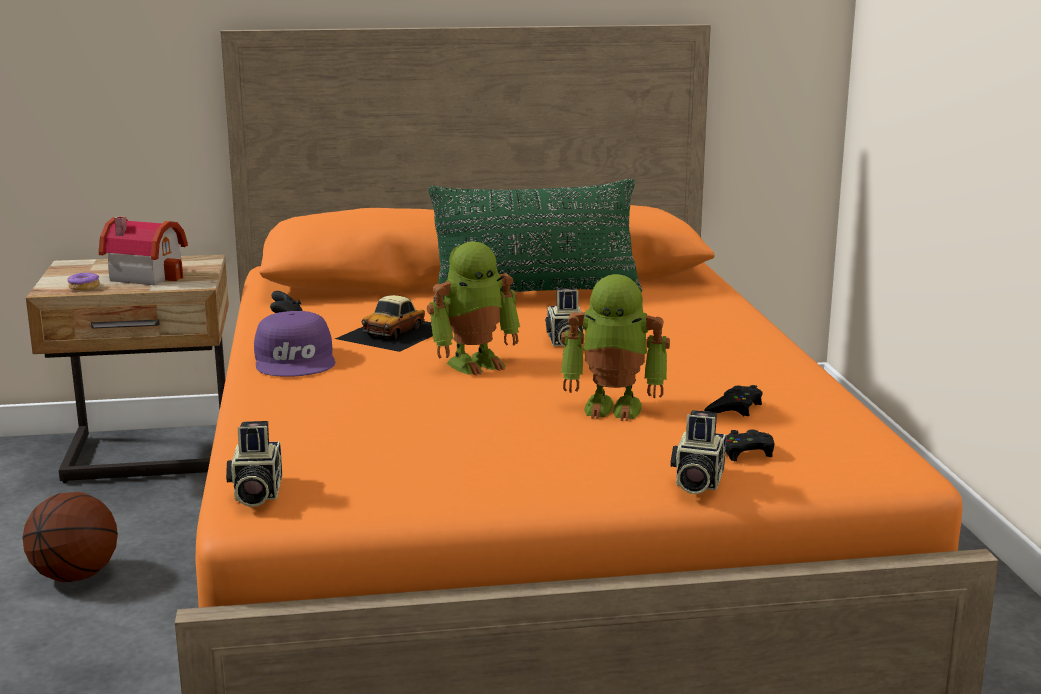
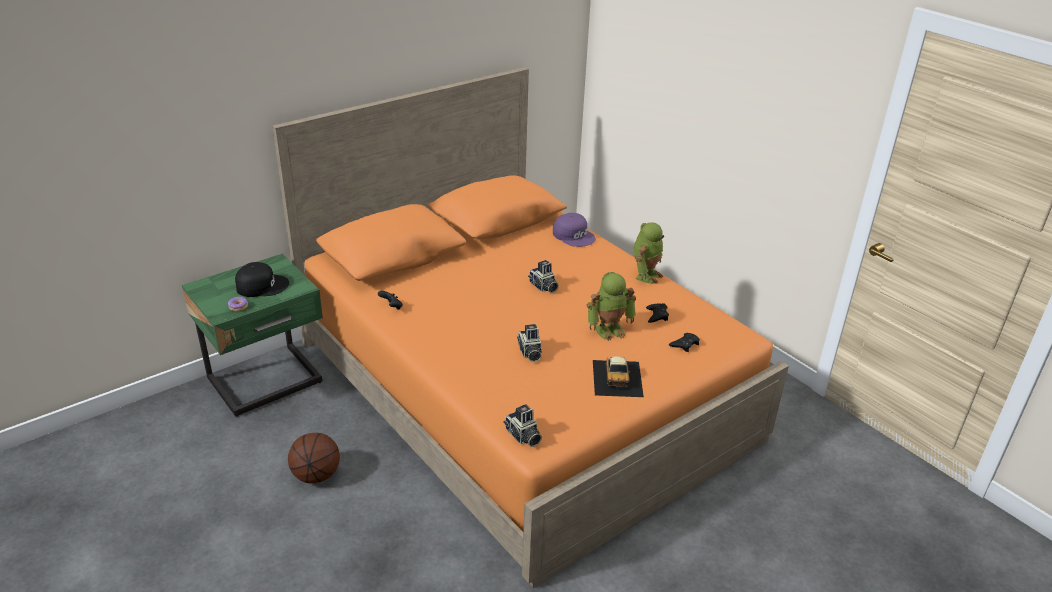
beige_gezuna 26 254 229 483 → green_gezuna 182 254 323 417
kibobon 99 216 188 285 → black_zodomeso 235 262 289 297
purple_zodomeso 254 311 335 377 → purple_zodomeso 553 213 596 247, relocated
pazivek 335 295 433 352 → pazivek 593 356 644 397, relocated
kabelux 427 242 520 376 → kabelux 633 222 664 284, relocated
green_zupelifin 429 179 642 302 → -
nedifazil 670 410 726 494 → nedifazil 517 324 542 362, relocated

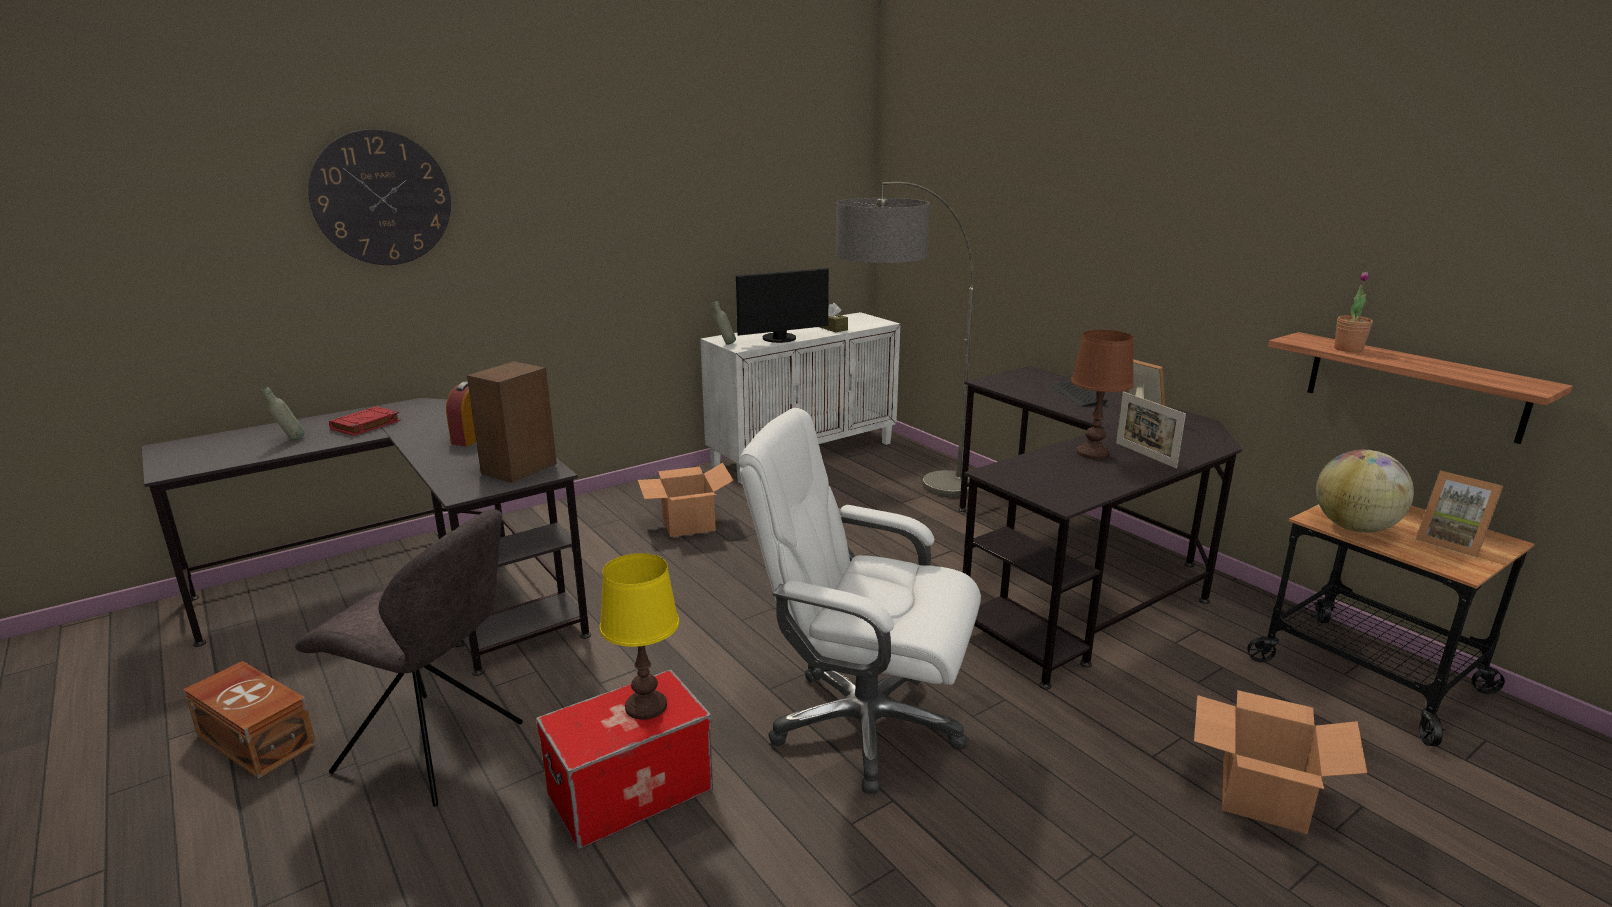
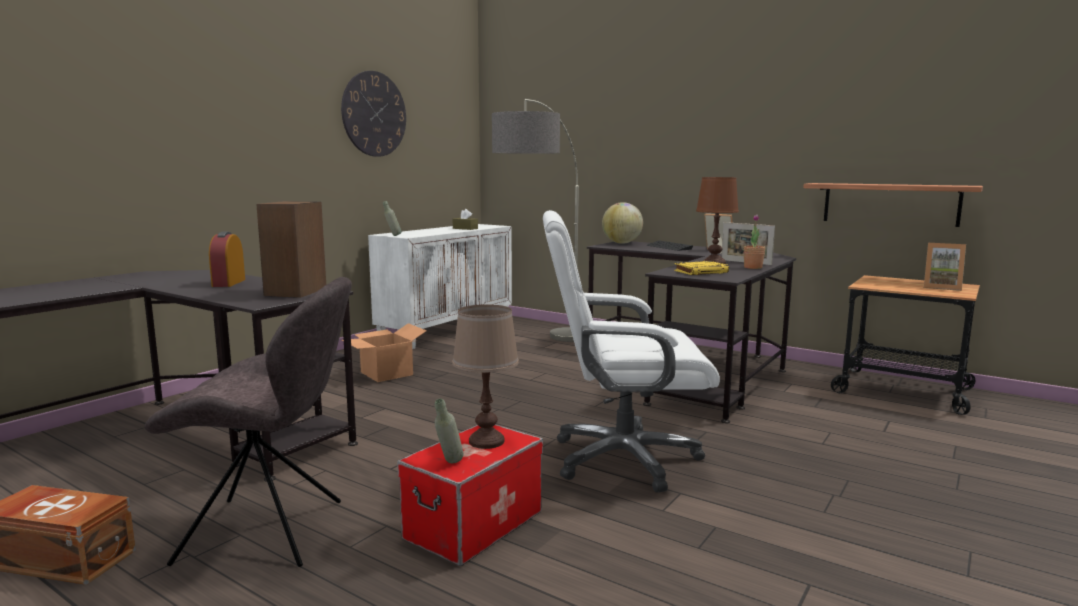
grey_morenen 261 387 305 440 → grey_morenen 434 398 464 463, relocated
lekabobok 308 129 451 265 → lekabobok 341 71 406 157, relocated
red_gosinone 329 406 401 436 → -
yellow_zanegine 599 553 679 720 → brown_zanegine 452 304 519 449
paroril 736 268 829 343 → -
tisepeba 1194 690 1367 834 → -
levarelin 1316 450 1414 533 → levarelin 602 202 643 244, relocated
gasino 1334 272 1373 352 → gasino 744 214 765 269, relocated
- → yellow_gosinone 674 261 729 275

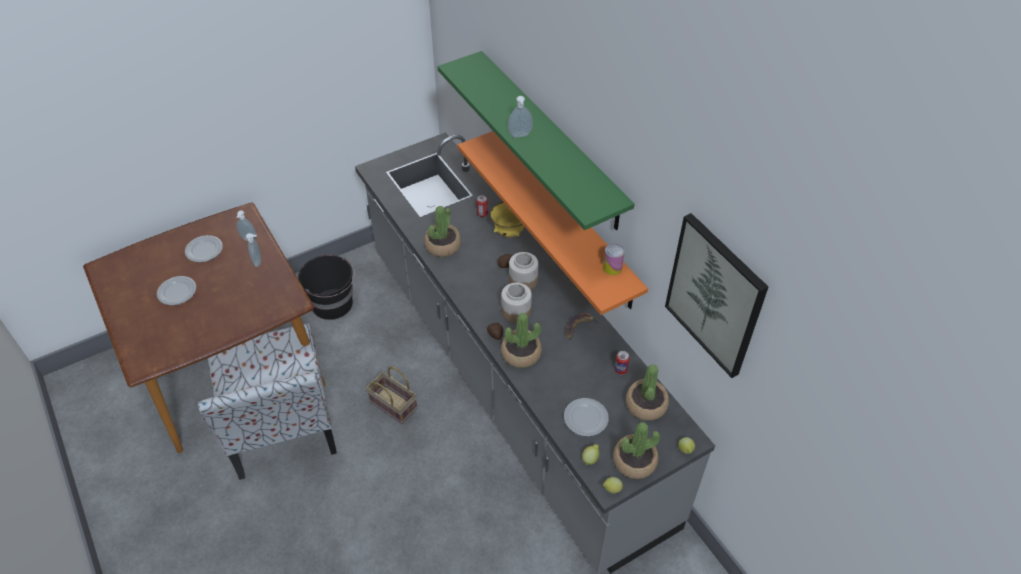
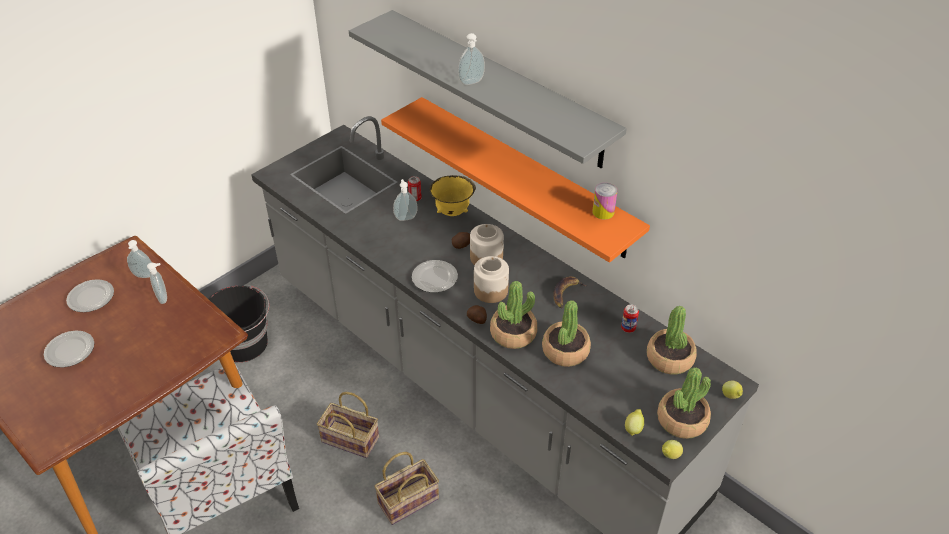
gasino 424 206 461 257 → gasino 542 300 591 367, relocated
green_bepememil 438 51 635 230 → grey_bepememil 349 10 627 168
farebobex 564 398 609 436 → farebobex 412 260 458 293, relocated
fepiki 665 213 768 378 → -
- → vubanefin 374 452 439 525
- → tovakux 393 179 418 221

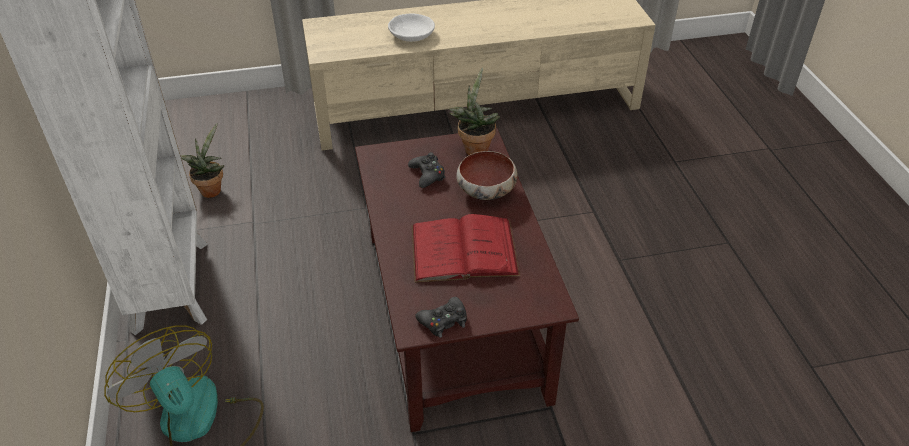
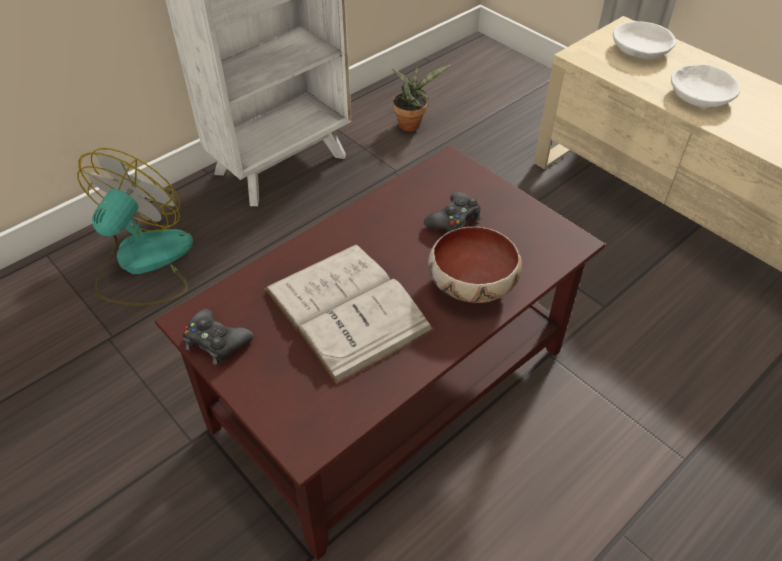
red_gosinone 412 214 520 283 → white_gosinone 265 245 434 384
gasino 449 68 500 155 → -
- → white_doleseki 613 21 676 59

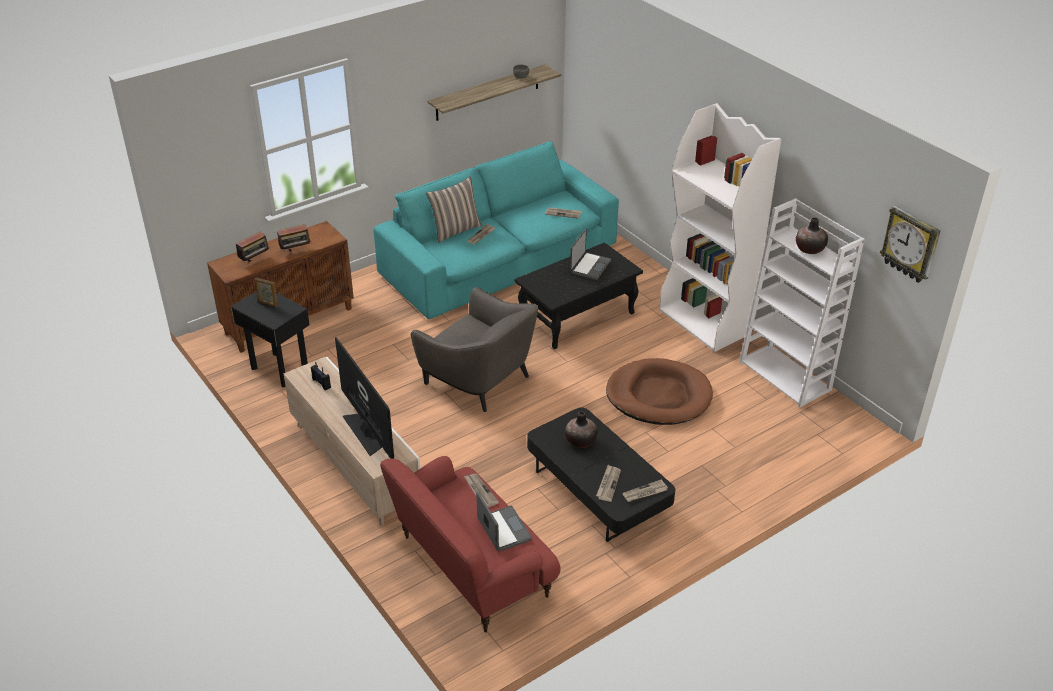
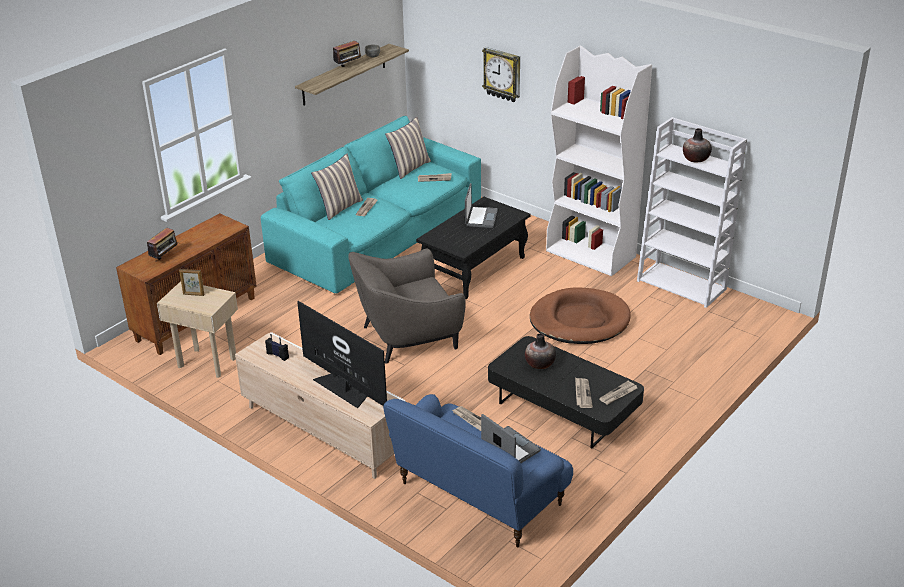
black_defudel 231 291 310 387 → beige_defudel 157 281 238 378
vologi 277 224 311 251 → vologi 333 41 361 67, relocated
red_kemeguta 380 456 560 632 → blue_kemeguta 383 394 573 548
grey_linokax 411 287 538 412 → grey_linokax 349 248 466 364, 135 degrees clockwise
lekabobok 880 205 941 283 → lekabobok 482 47 520 102, relocated
- → zupelifin 385 117 431 179

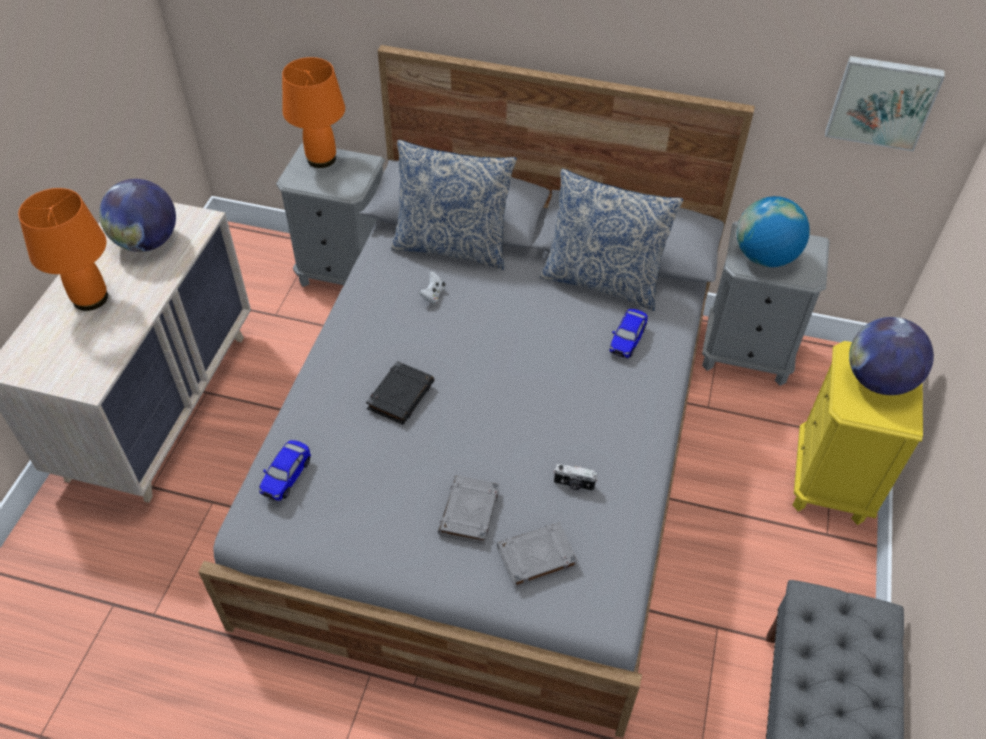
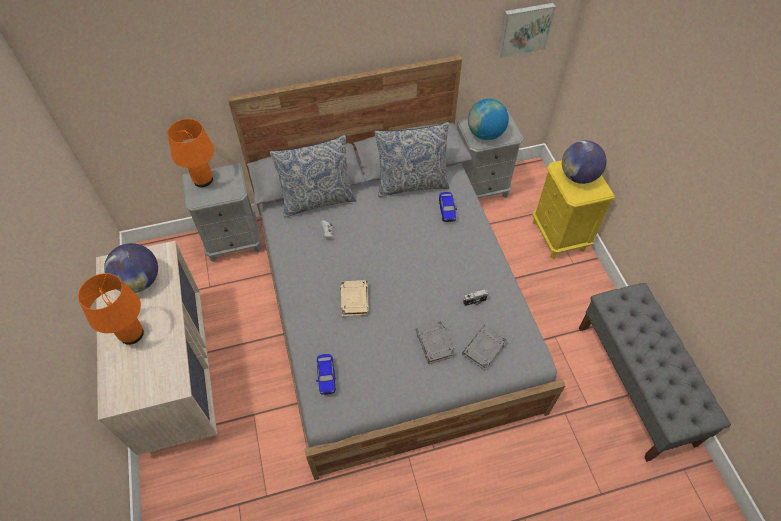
black_gosinone 366 361 434 424 → beige_gosinone 340 280 369 317

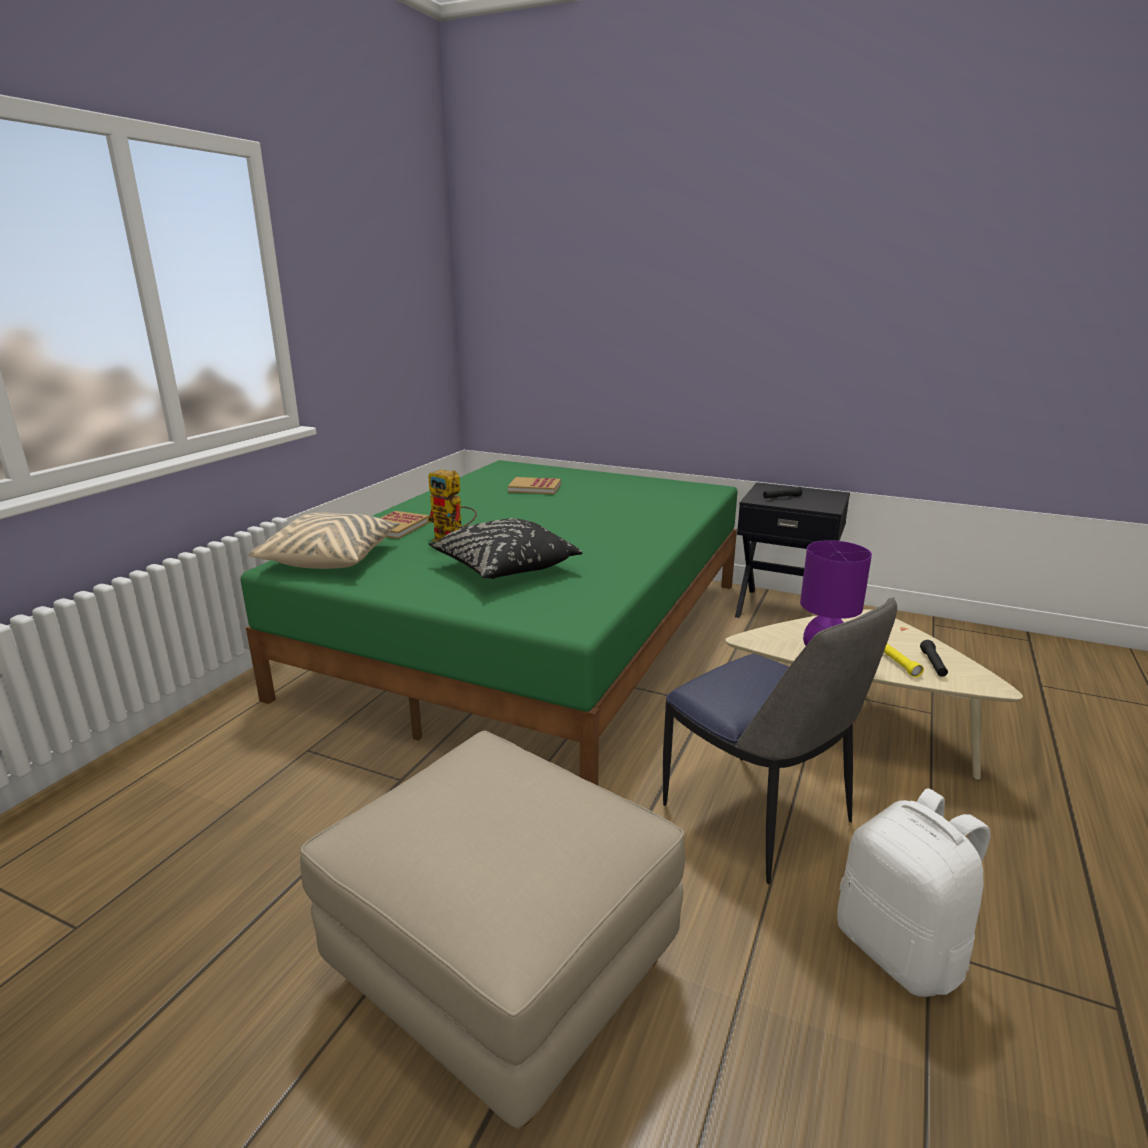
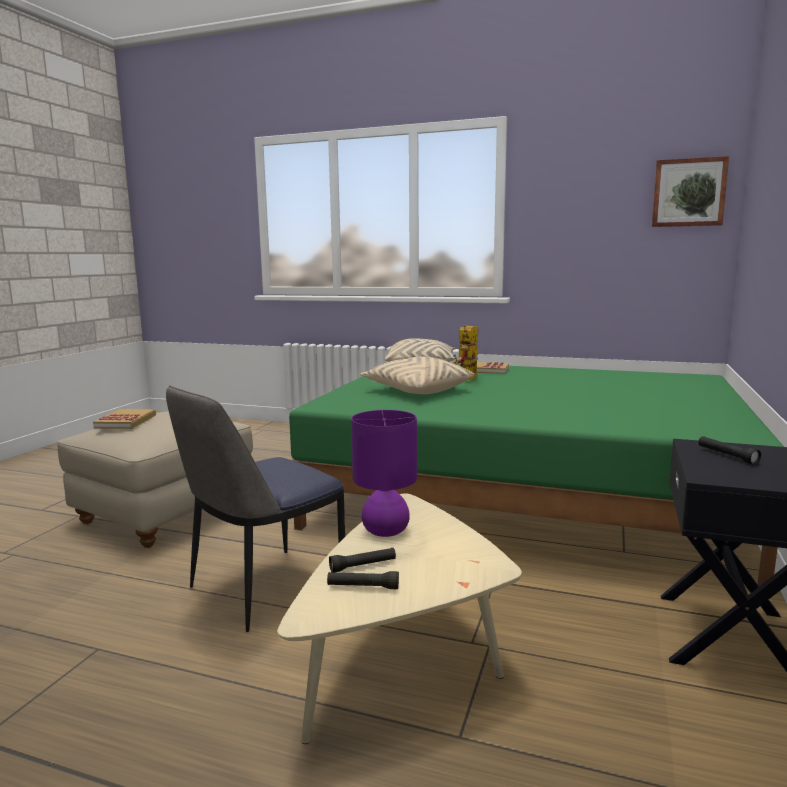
black_zupelifin 428 518 582 579 → beige_zupelifin 360 357 475 394
gosinone 508 477 561 494 → gosinone 93 409 156 429, relocated
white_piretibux 837 788 990 997 → -
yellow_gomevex 884 644 924 678 → black_gomevex 329 548 396 573
- → fepiki 652 156 729 227

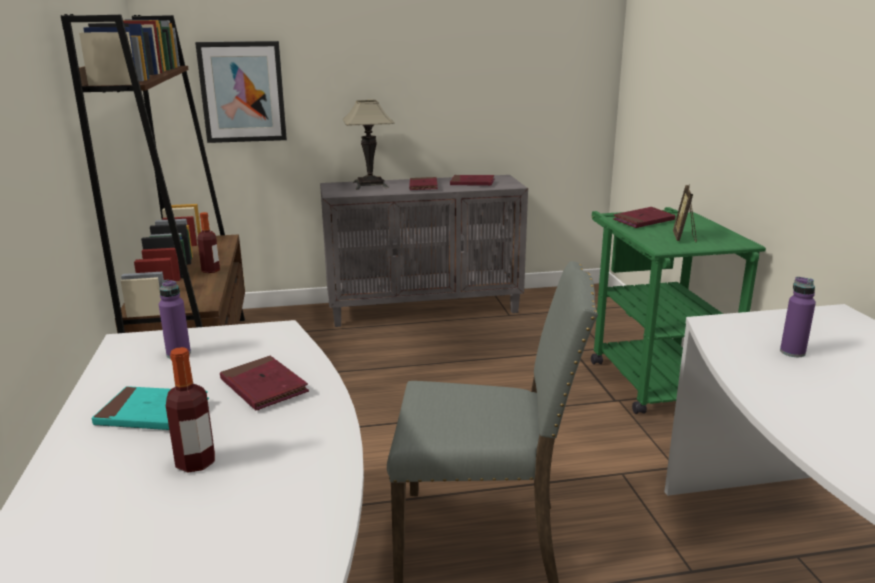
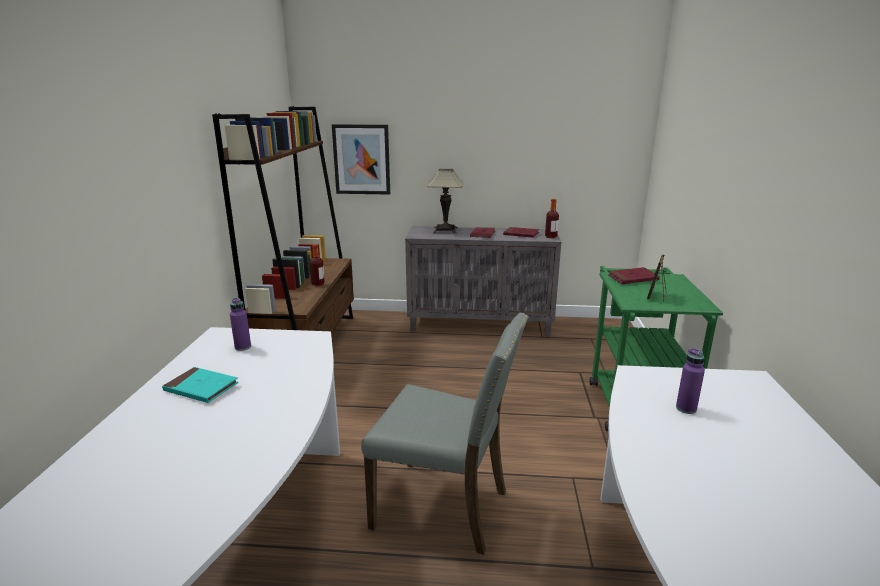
morenen 166 347 215 473 → morenen 545 199 559 238, relocated
red_gosinone 220 356 309 410 → -

